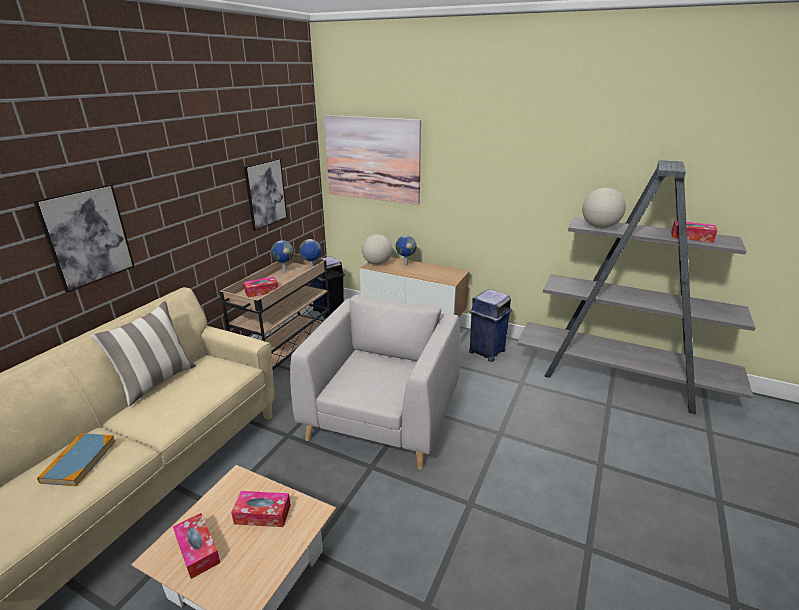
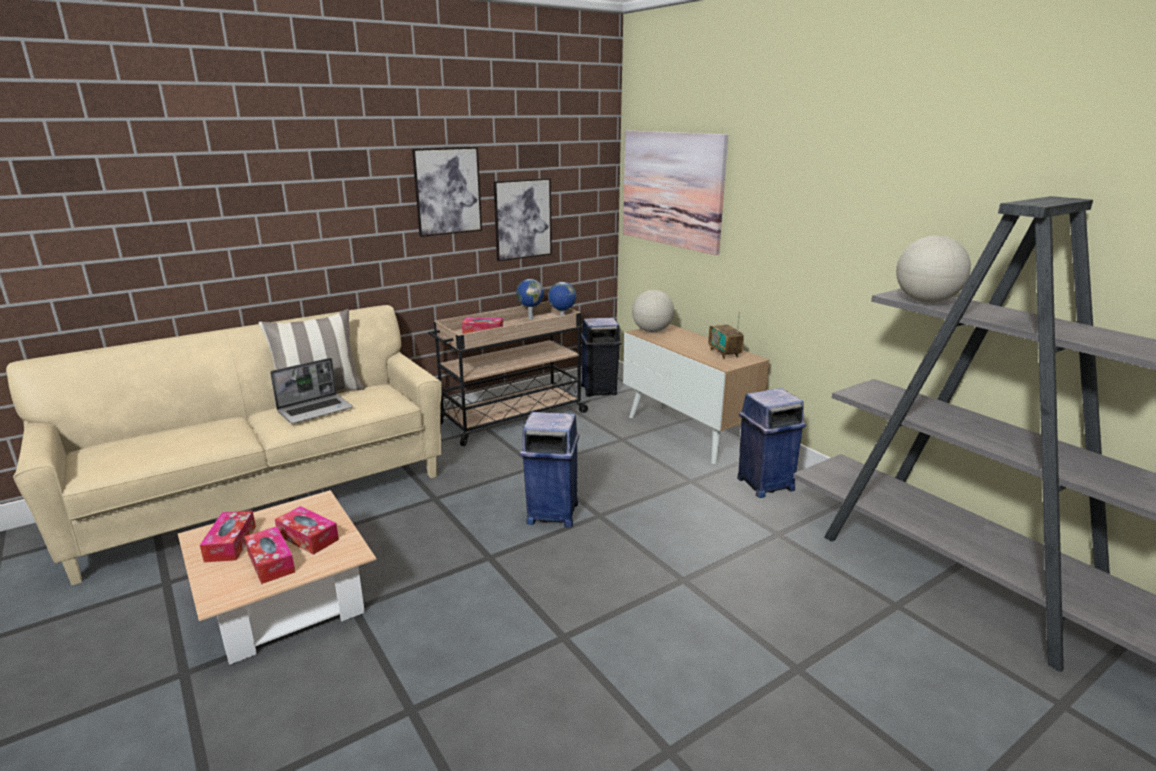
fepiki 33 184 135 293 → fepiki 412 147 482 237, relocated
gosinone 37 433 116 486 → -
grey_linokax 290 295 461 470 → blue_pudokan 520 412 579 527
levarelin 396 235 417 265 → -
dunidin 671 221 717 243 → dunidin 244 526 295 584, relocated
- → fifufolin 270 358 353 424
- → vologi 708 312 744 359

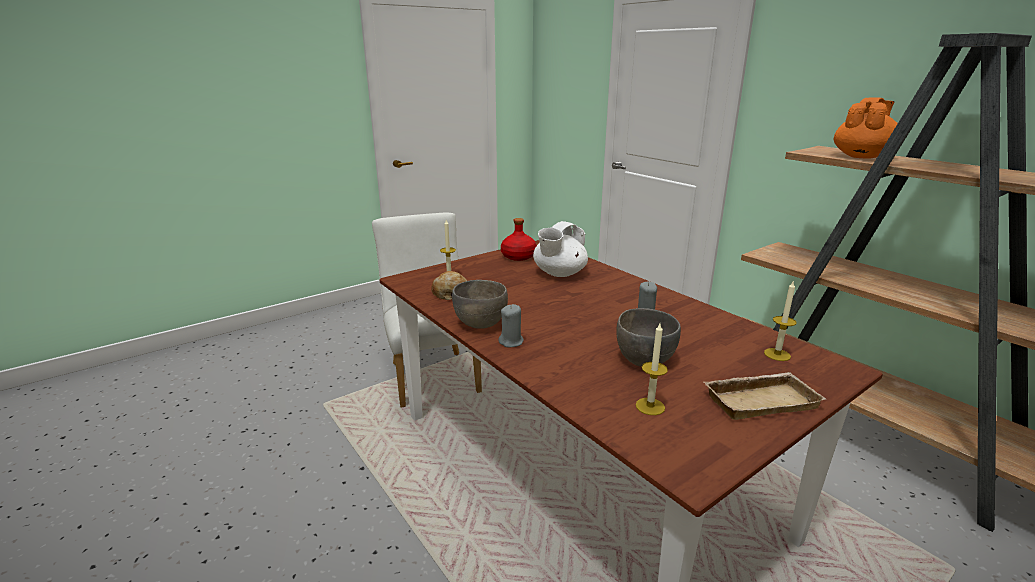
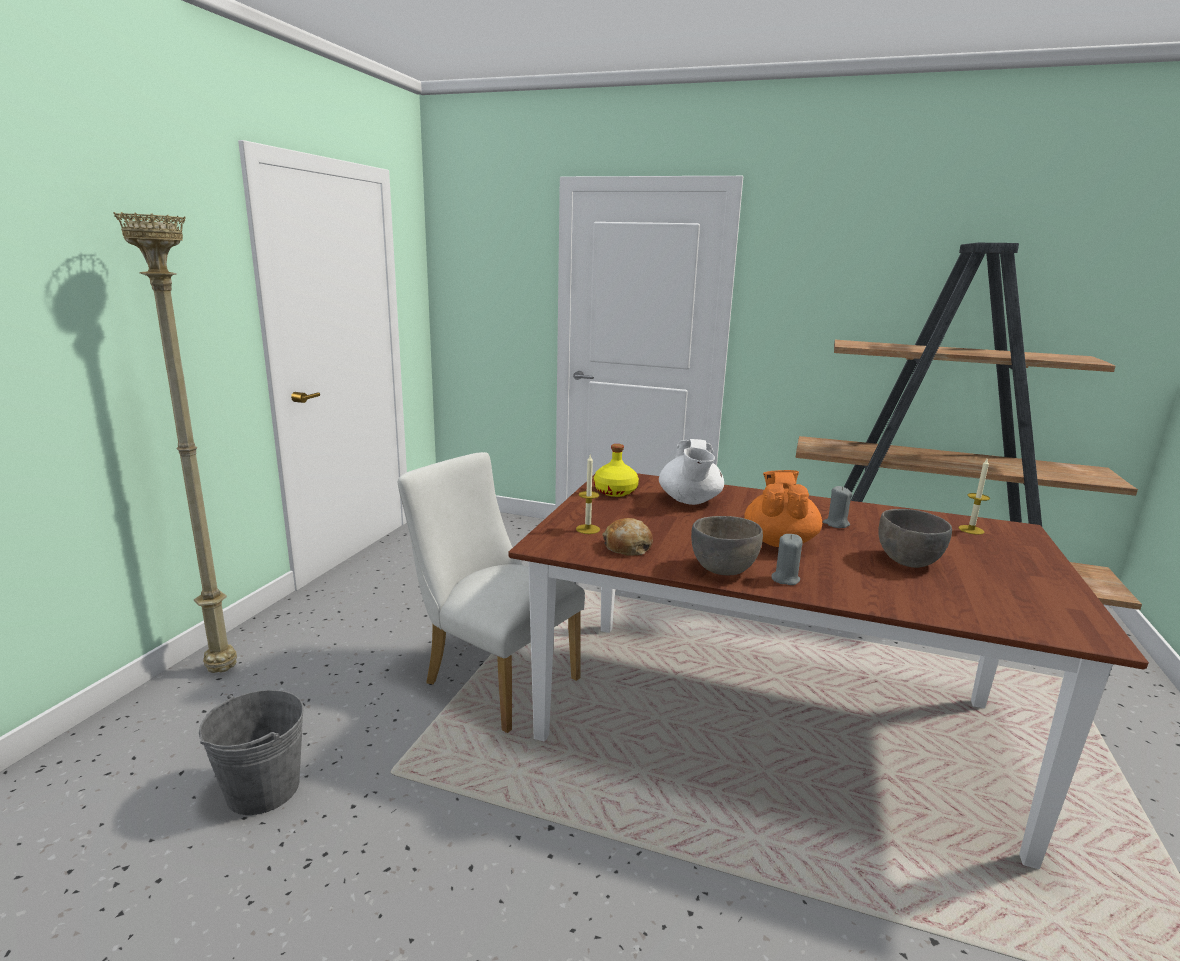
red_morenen 501 218 537 261 → yellow_morenen 594 444 639 497
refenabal 635 324 668 415 → -
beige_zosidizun 704 372 826 420 → -
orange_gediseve 834 97 898 158 → orange_gediseve 744 470 822 547, relocated
- → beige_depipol 114 212 237 673
- → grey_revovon 199 690 304 815

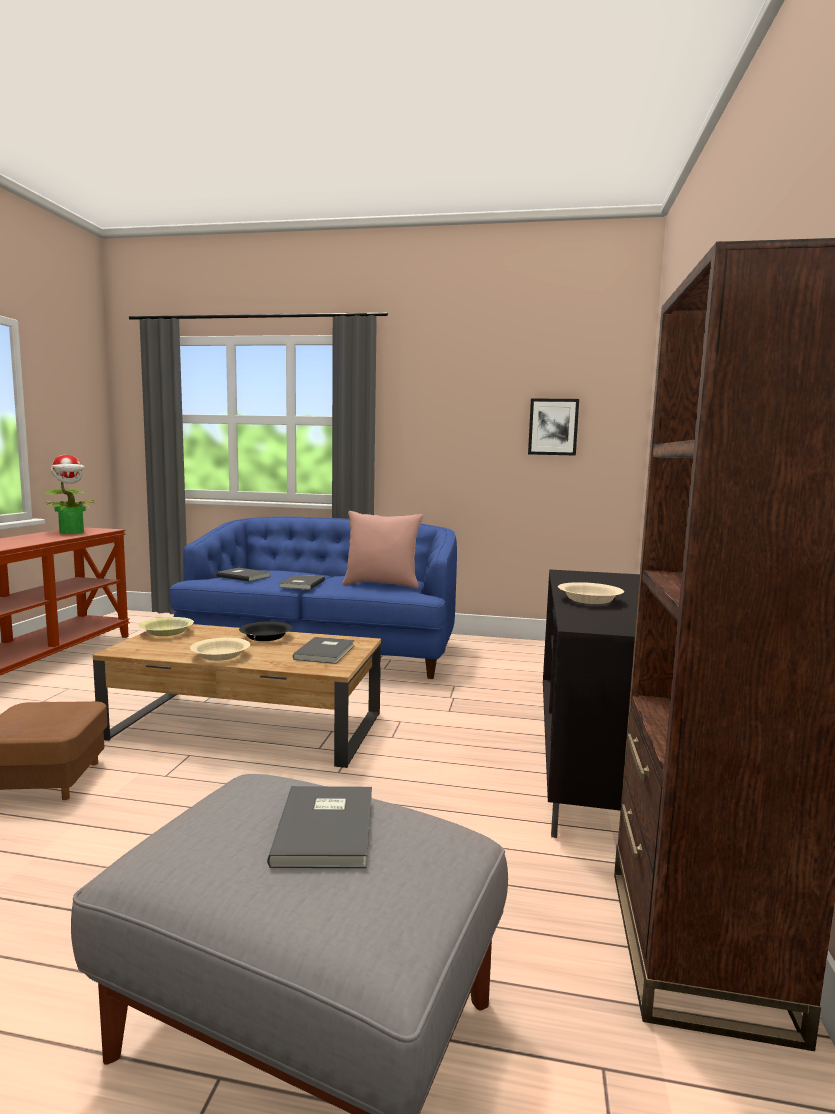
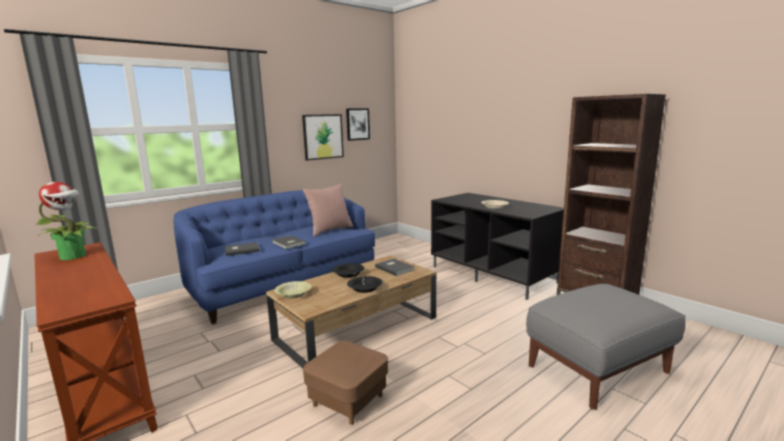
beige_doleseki 190 638 250 661 → black_doleseki 347 276 383 293
grey_gosinone 267 786 372 868 → -
- → fepiki 302 114 344 160

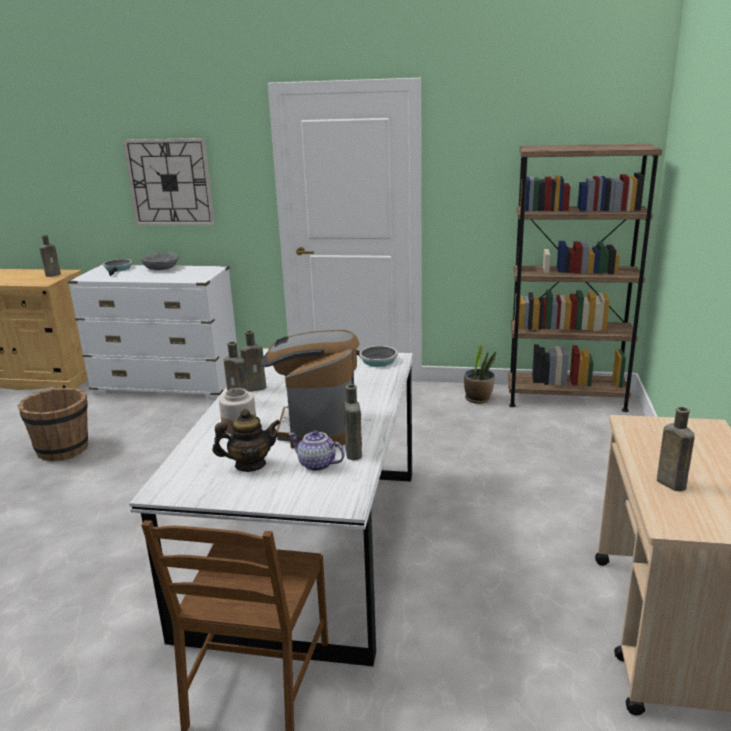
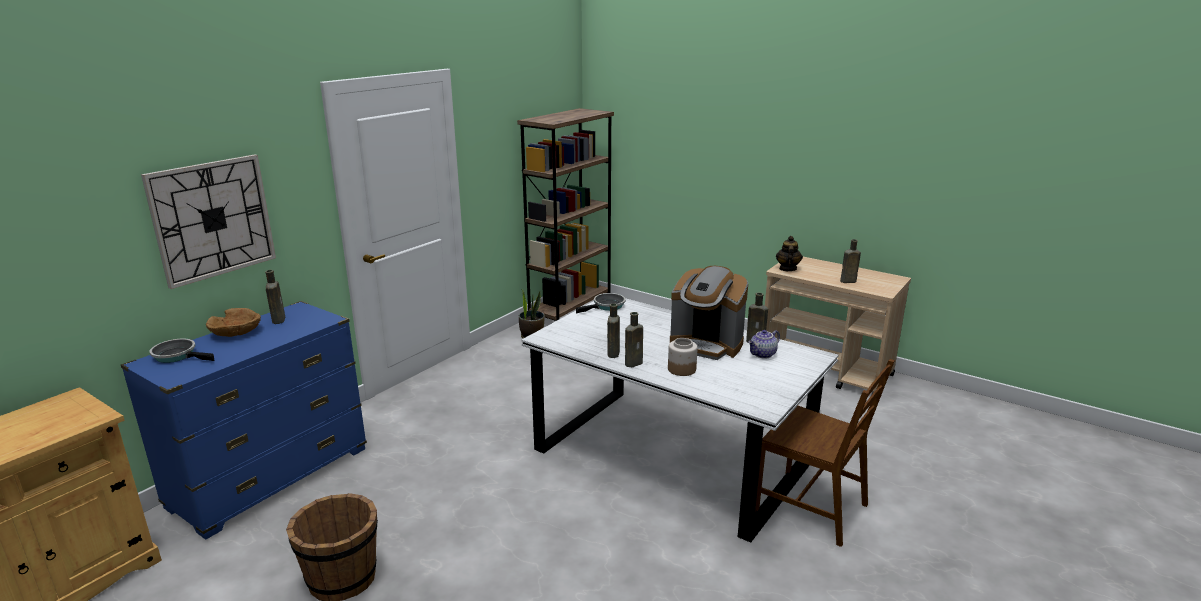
brown_morenen 40 235 61 277 → brown_morenen 265 270 285 324, relocated
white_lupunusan 68 265 238 400 → blue_lupunusan 121 301 367 540
grey_doleseki 141 252 179 271 → brown_doleseki 206 308 261 337
gediseve 213 409 281 472 → gediseve 776 236 803 271, relocated

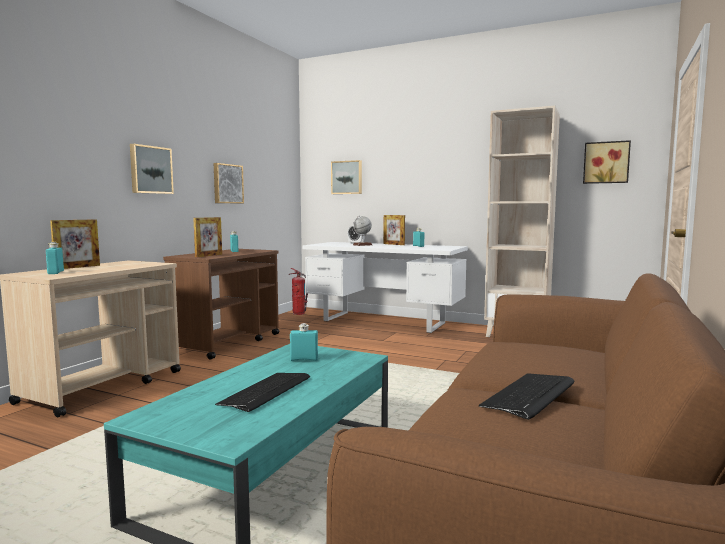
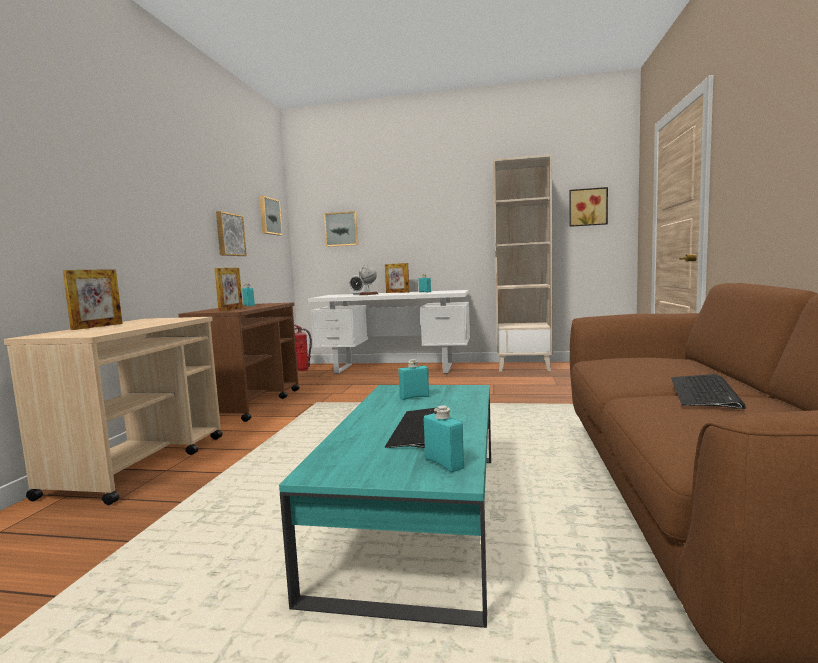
turquoise_morenen 46 242 64 274 → turquoise_morenen 424 405 464 472, relocated
fepiki 130 144 174 194 → fepiki 259 196 282 236, relocated

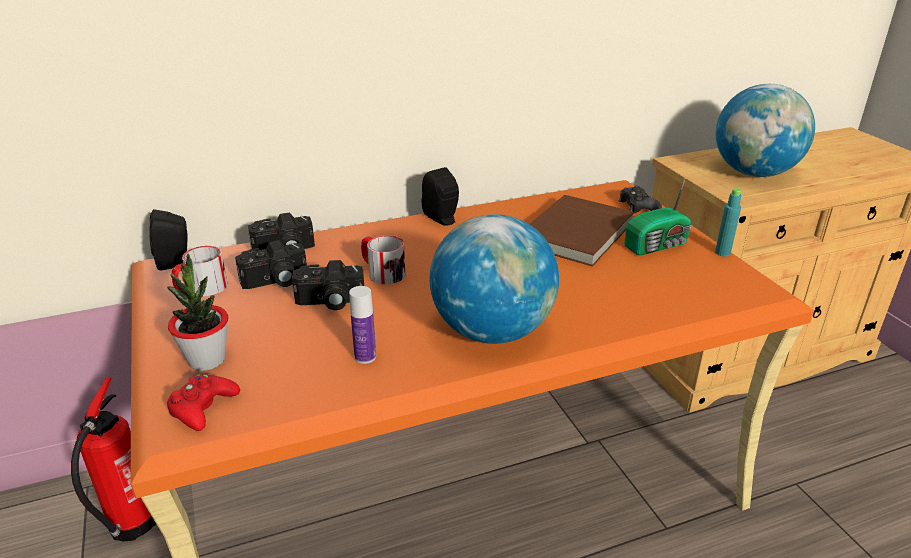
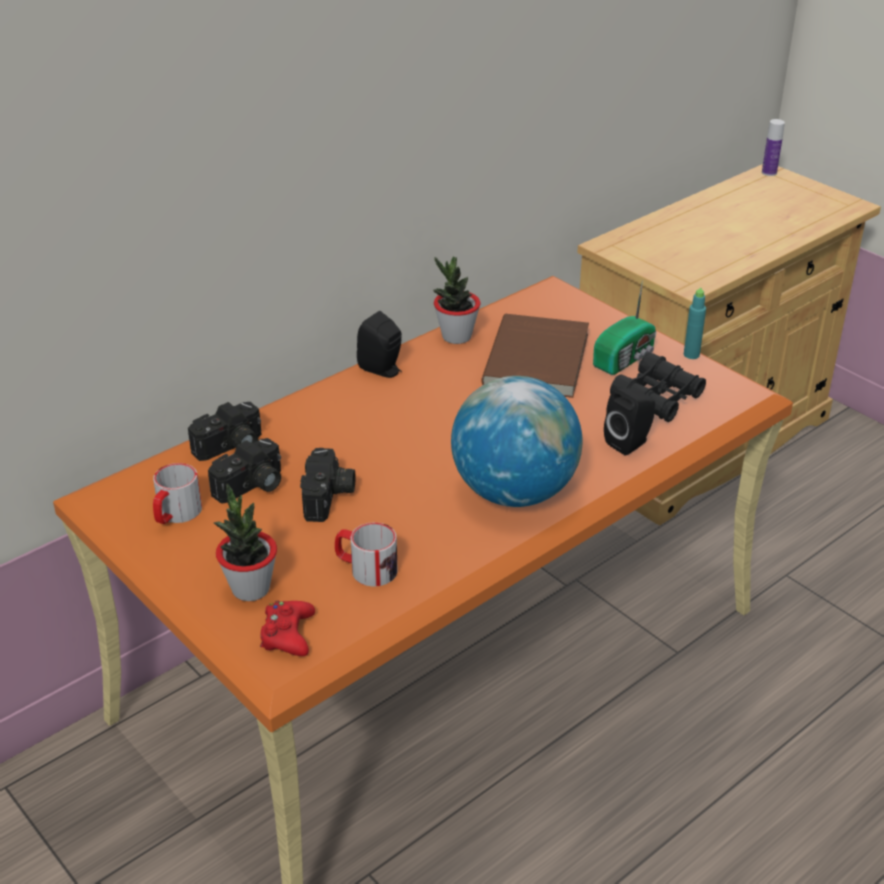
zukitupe 71 377 156 541 → -
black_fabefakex 149 209 188 271 → black_fabefakex 604 388 655 456, relocated
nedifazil 292 260 364 310 → nedifazil 300 448 355 522, 60 degrees counterclockwise
morenen 349 286 376 364 → morenen 762 119 785 176, relocated
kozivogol 361 235 405 285 → kozivogol 335 522 398 587, relocated
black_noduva 619 186 662 213 → -
levarelin 716 84 815 177 → -
- → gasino 433 257 481 344
- → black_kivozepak 610 352 706 422

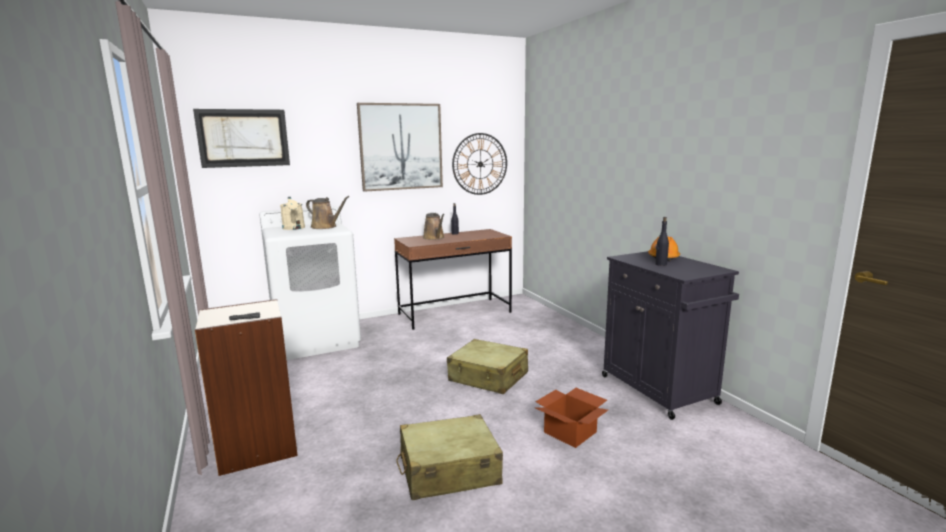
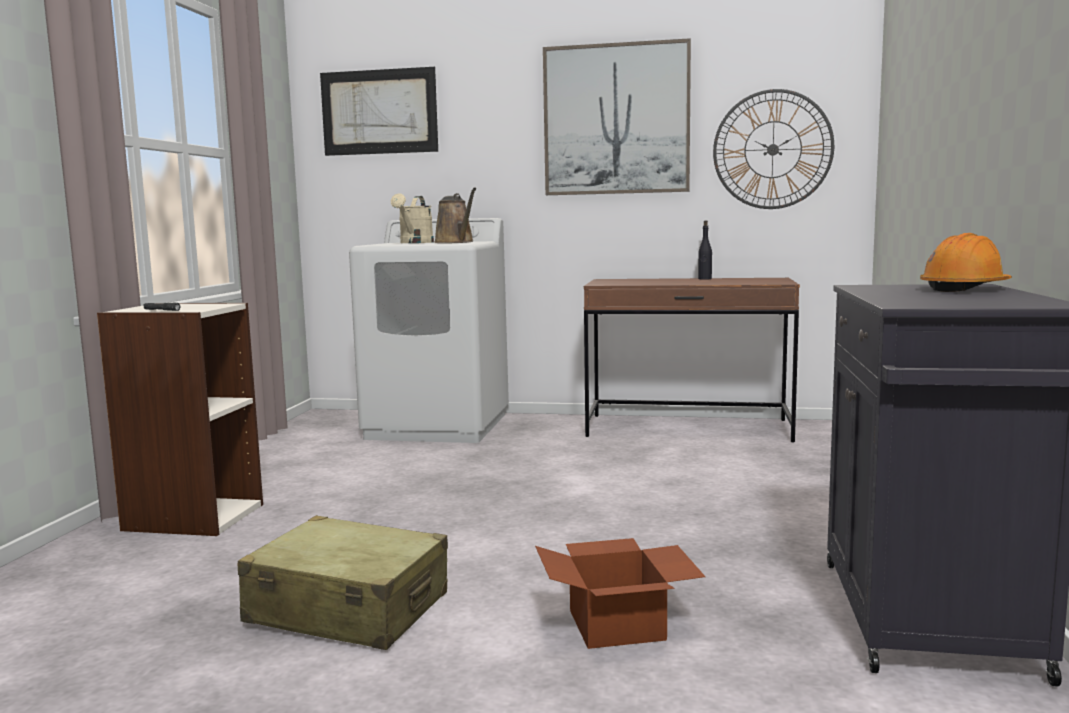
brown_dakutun 423 213 445 240 → -
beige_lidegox 447 339 528 394 → -
black_morenen 655 217 669 266 → -

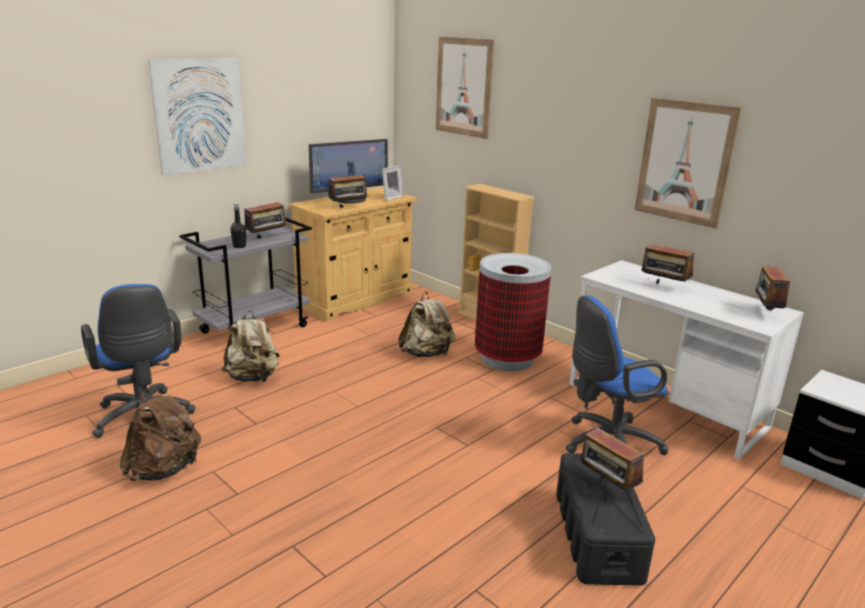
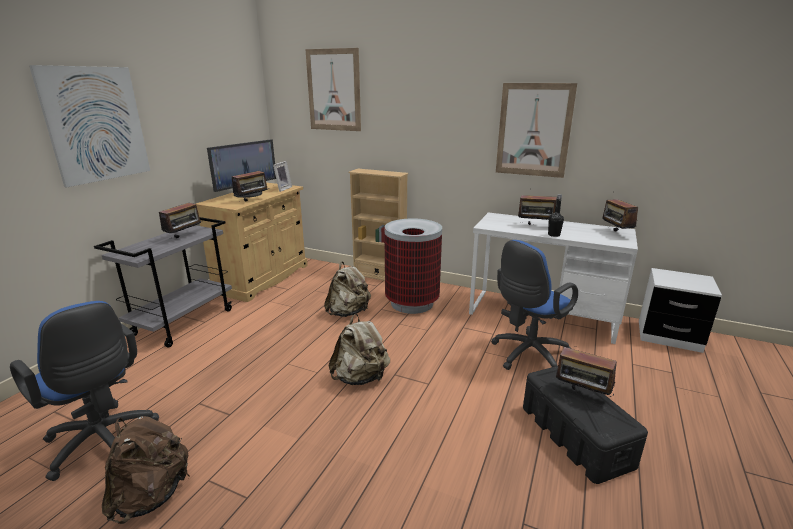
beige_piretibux 221 310 280 382 → beige_piretibux 329 314 390 385, relocated
black_morenen 230 203 246 248 → black_morenen 548 194 564 237, relocated

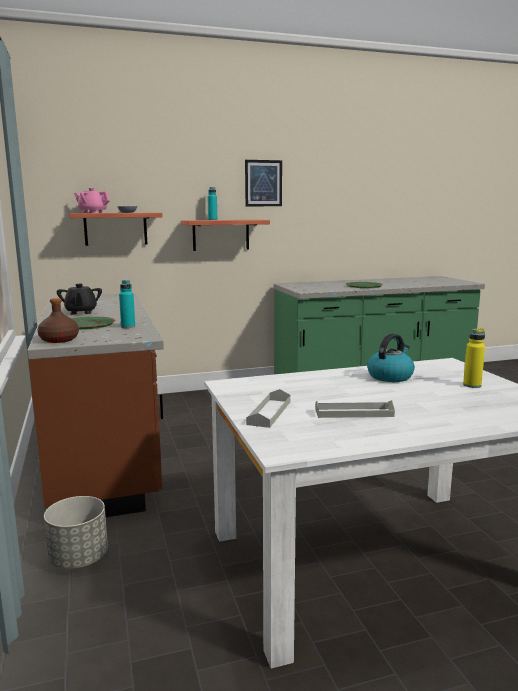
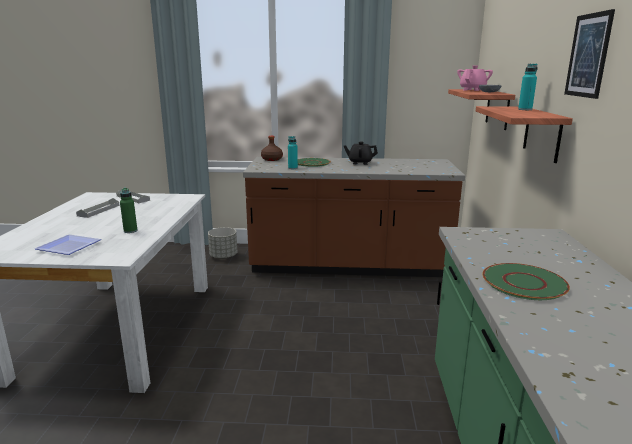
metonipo 367 334 415 382 → green_morenen 120 188 137 233
yellow_morenen 463 329 485 388 → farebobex 35 235 101 255

